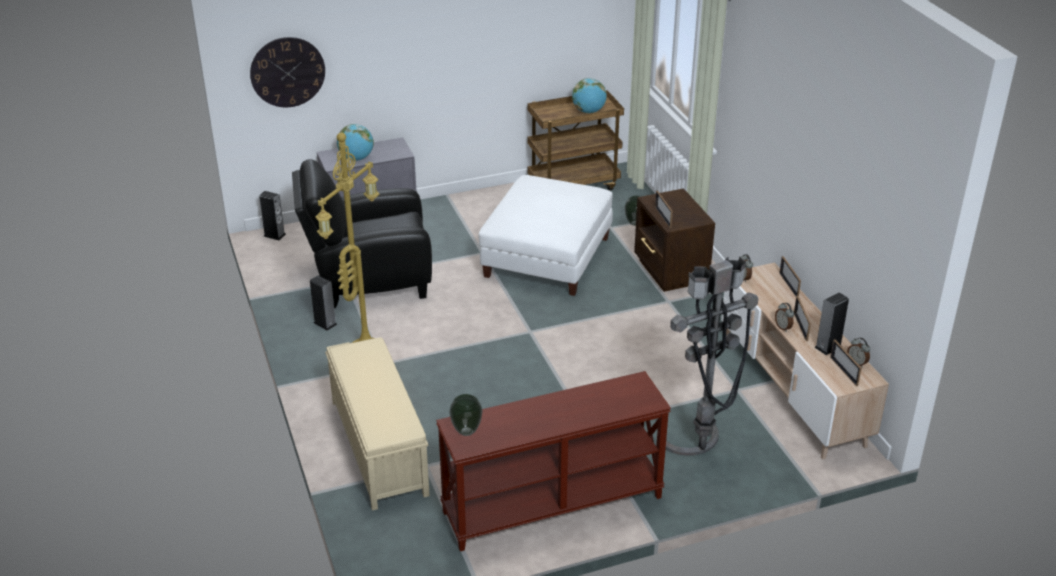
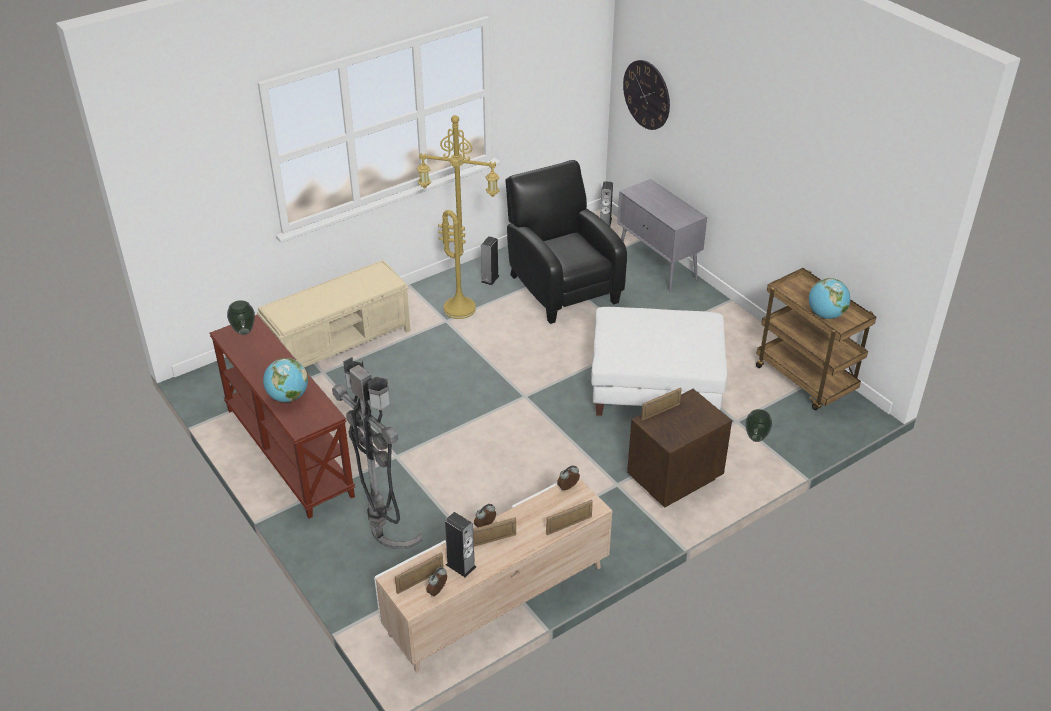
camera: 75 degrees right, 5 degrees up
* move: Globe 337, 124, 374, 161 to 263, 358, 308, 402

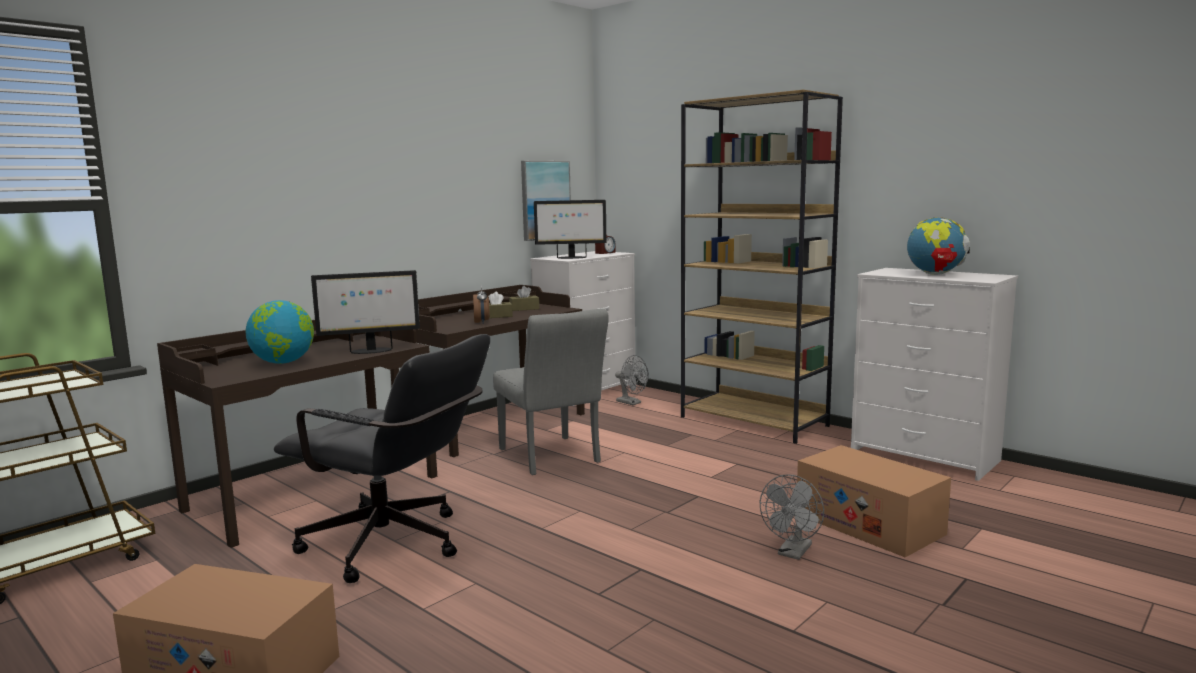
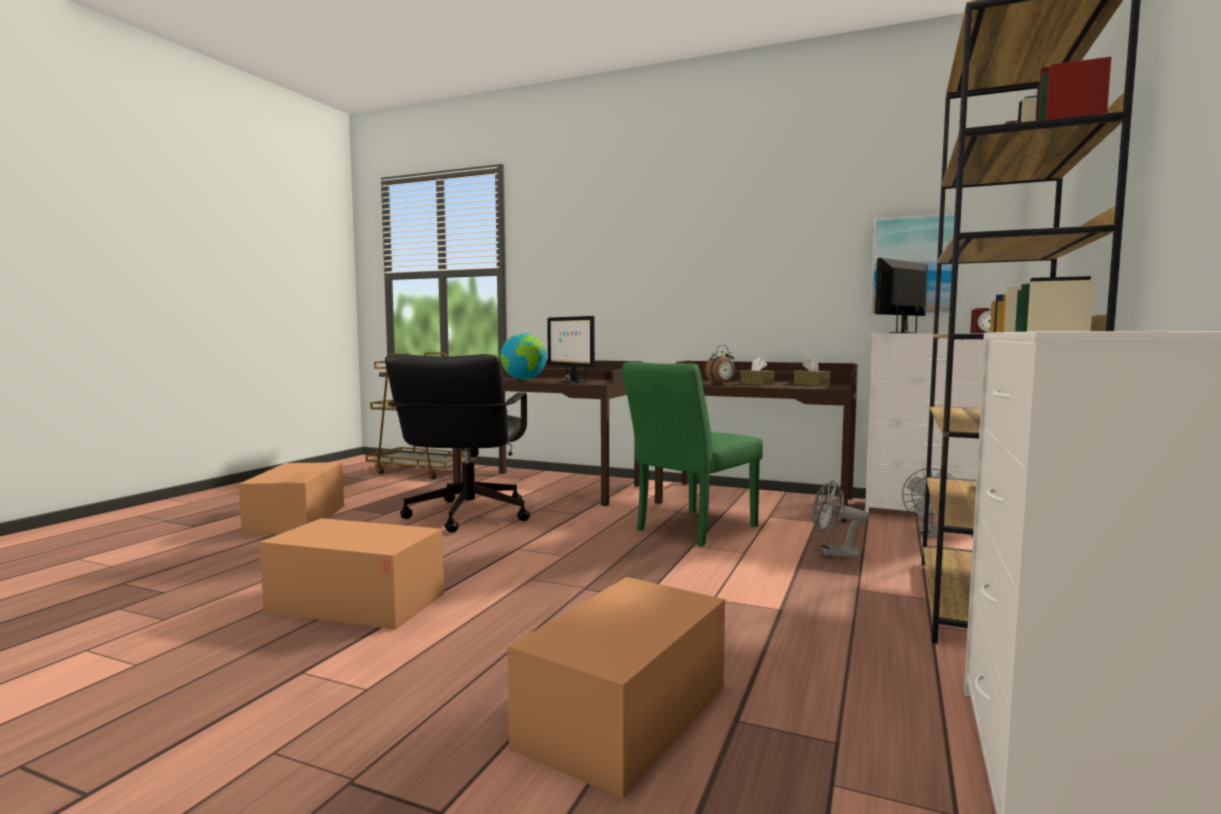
camera: 70 degrees right, 5 degrees down
* rotate: ComputerScreen 534, 200, 607, 259 = 875, 257, 928, 333 75 degrees clockwise
* delete: Globe 907, 218, 970, 275
* recolor: GreyChair 493, 309, 609, 475 to GreenChair 622, 361, 763, 547
* move: GreyFan 760, 474, 824, 560 to 812, 479, 869, 558
* insert: Carton 259, 518, 444, 630

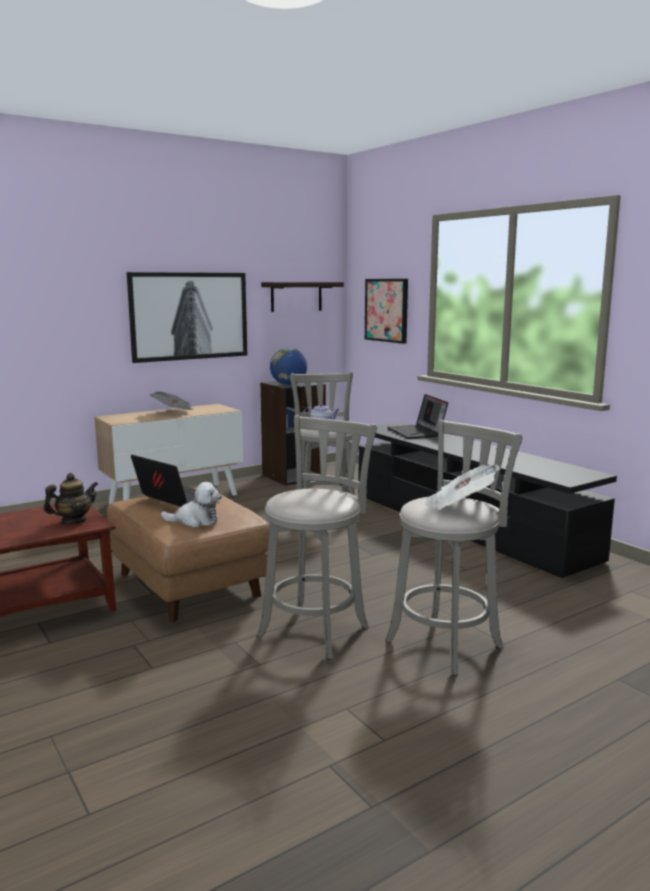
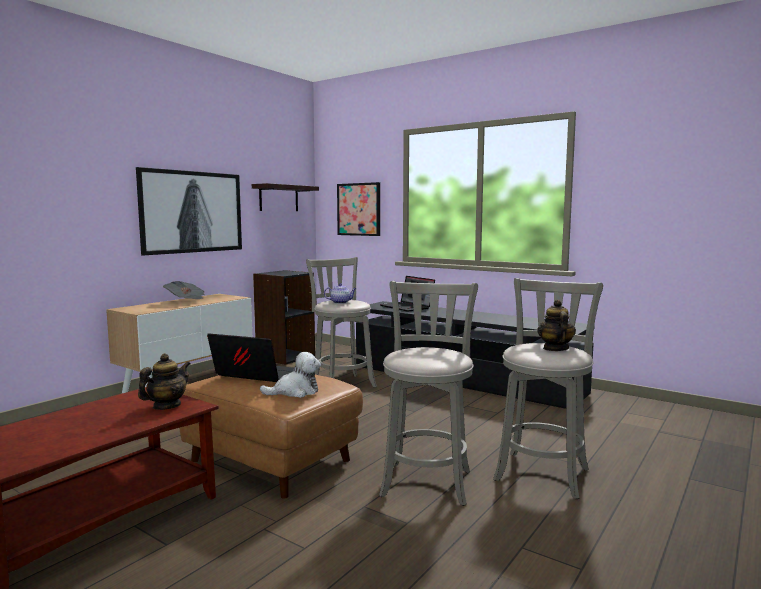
camera: 20 degrees left, 5 degrees down
* delete: Globe 270, 348, 307, 385
* replace: PrintedPaper 421, 464, 500, 510 to PotForTea 537, 299, 576, 351

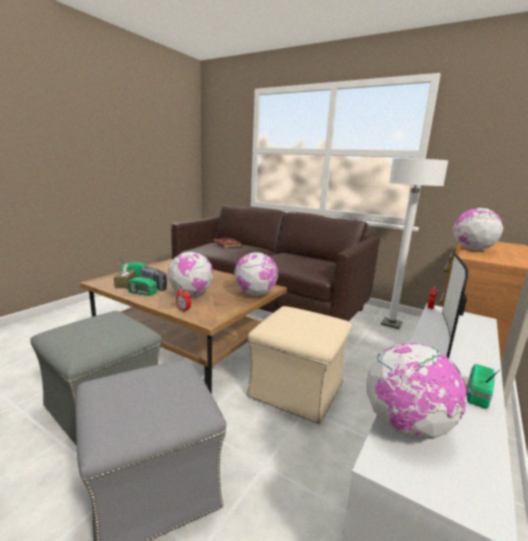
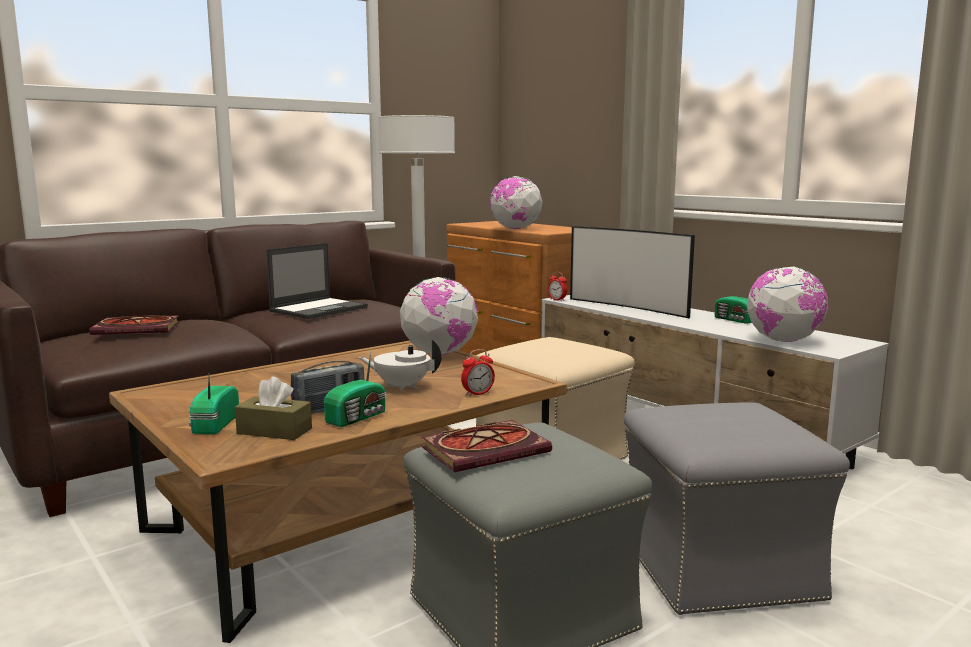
camera: 70 degrees left, 5 degrees down
* replace: Globe 168, 251, 213, 296 to WhitePotForTea 359, 339, 442, 391
* insert: Laptop 266, 243, 368, 319
* insert: Volume 422, 420, 552, 472

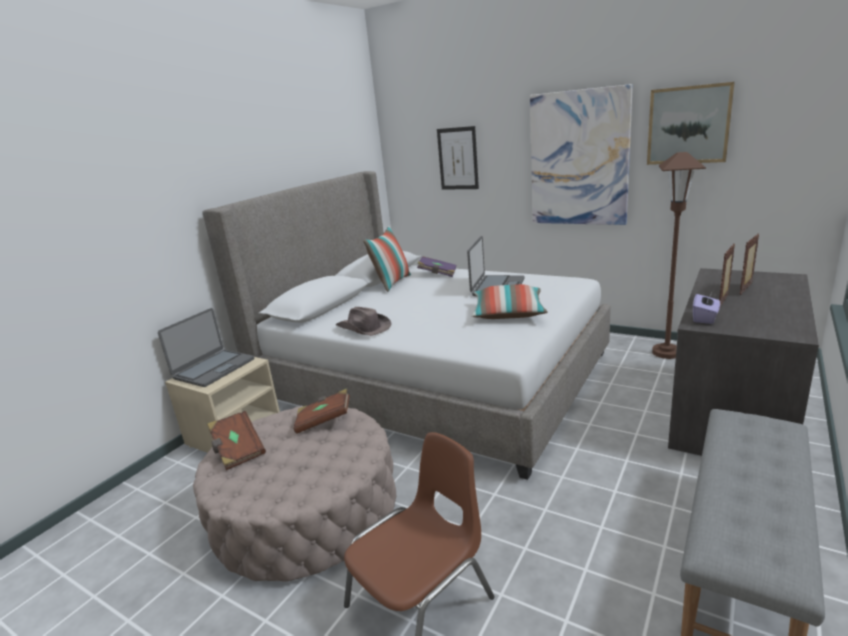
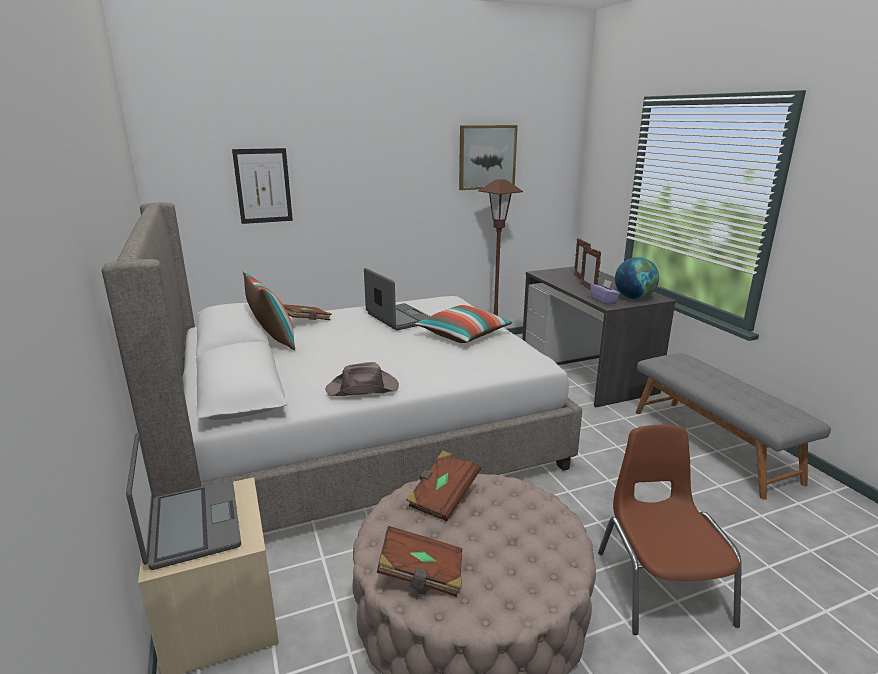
camera: 55 degrees left, 0 degrees up
* delete: Picture 530, 84, 633, 225
* recolor: PurpleVolume 417, 256, 457, 277 to BrownVolume 283, 304, 332, 320
* insert: Globe 615, 257, 659, 299

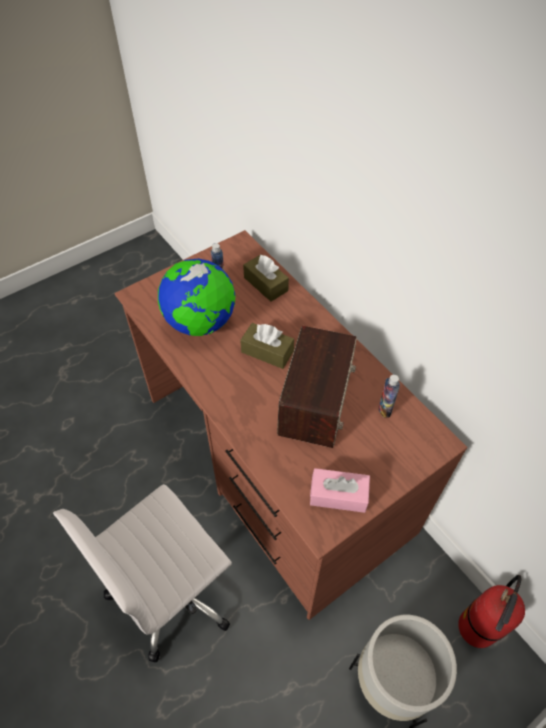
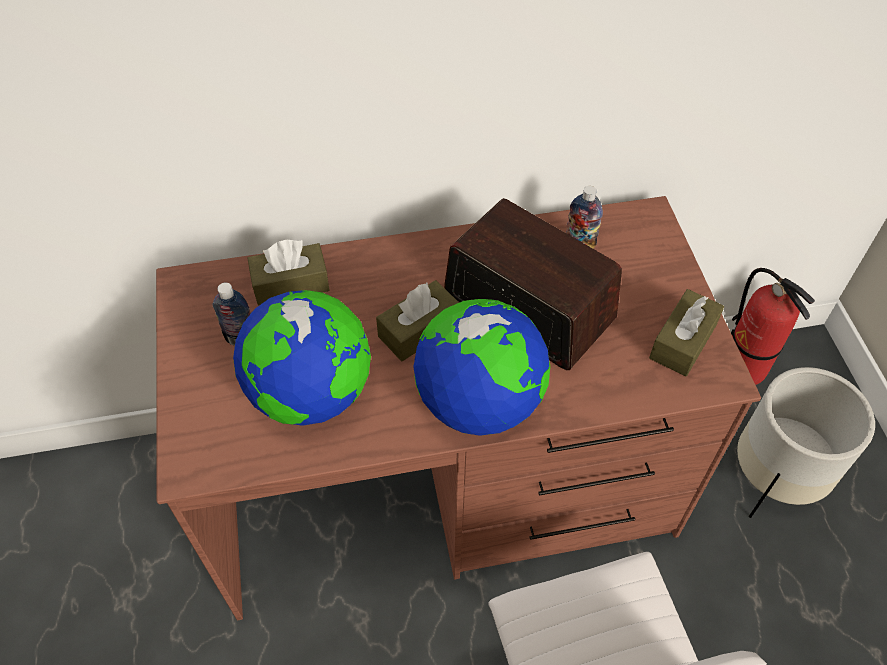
camera: 65 degrees left, 0 degrees up
* recolor: PinkishTissueHolder 310, 468, 370, 513 to BrownTissueHolder 649, 289, 724, 377
* insert: Globe 413, 299, 550, 436

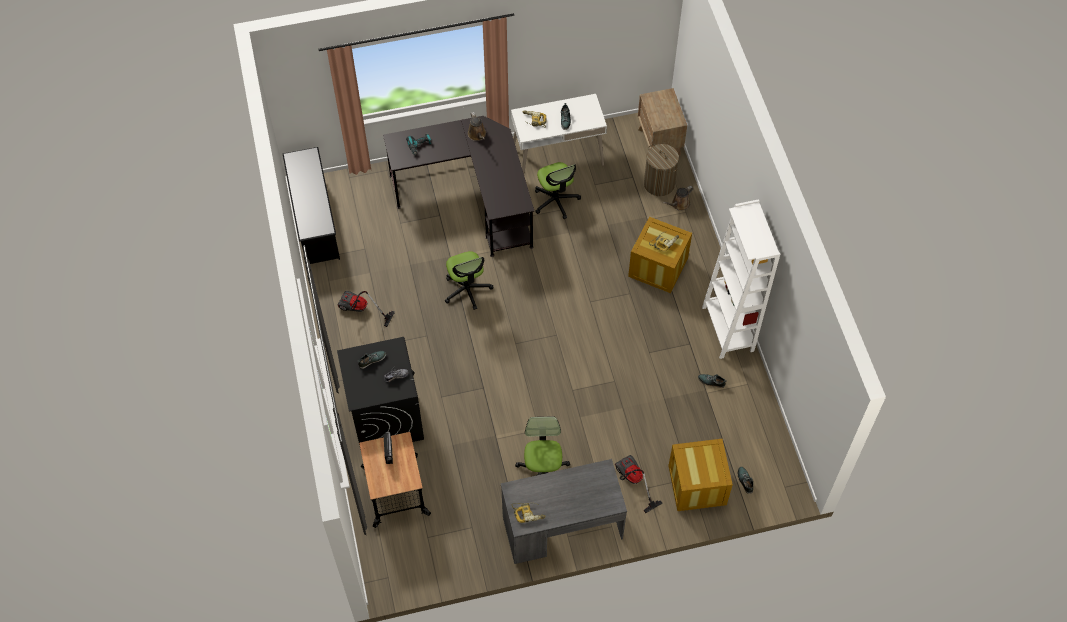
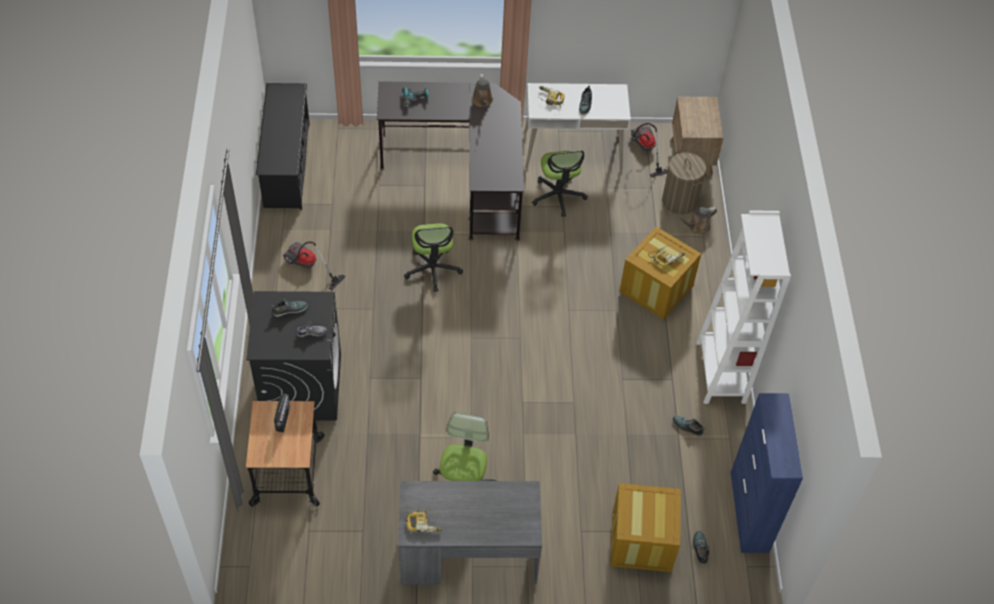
camera: 10 degrees right, 5 degrees down
* move: VacuumCleaner 615, 455, 663, 513 to 631, 123, 668, 177
* insert: BluishStorageCabinet 731, 393, 803, 553

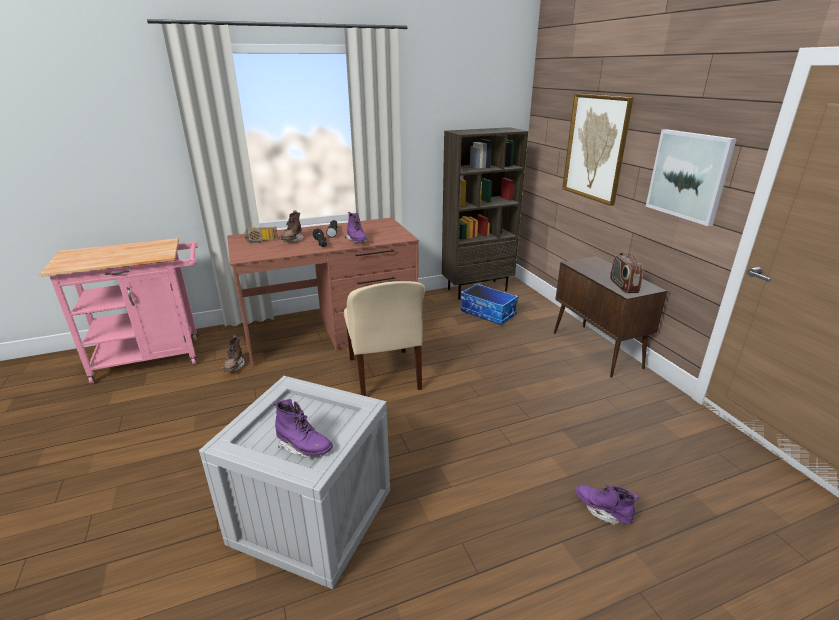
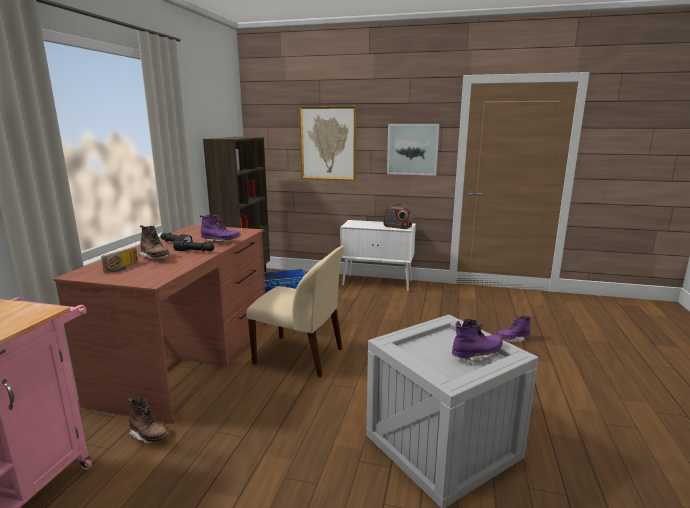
camera: 55 degrees left, 10 degrees down
* recolor: BrownStorageCabinet 554, 256, 667, 378 to WhiteStorageCabinet 340, 220, 416, 291

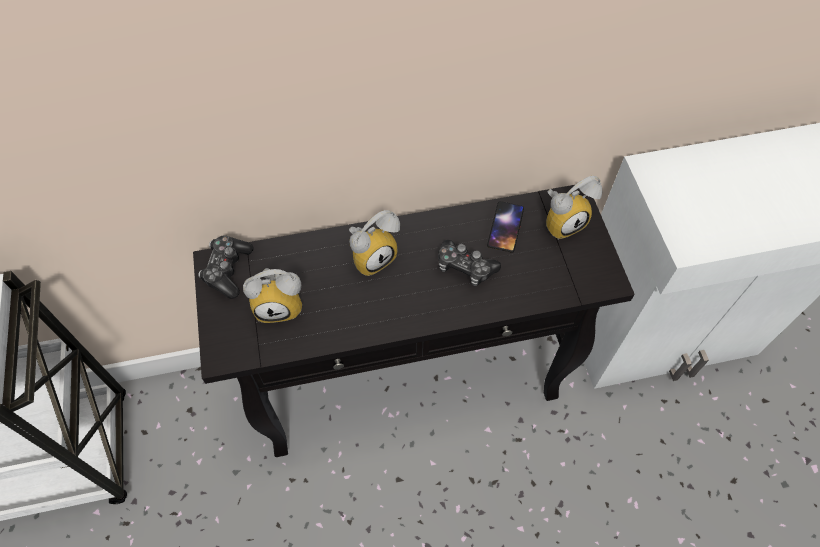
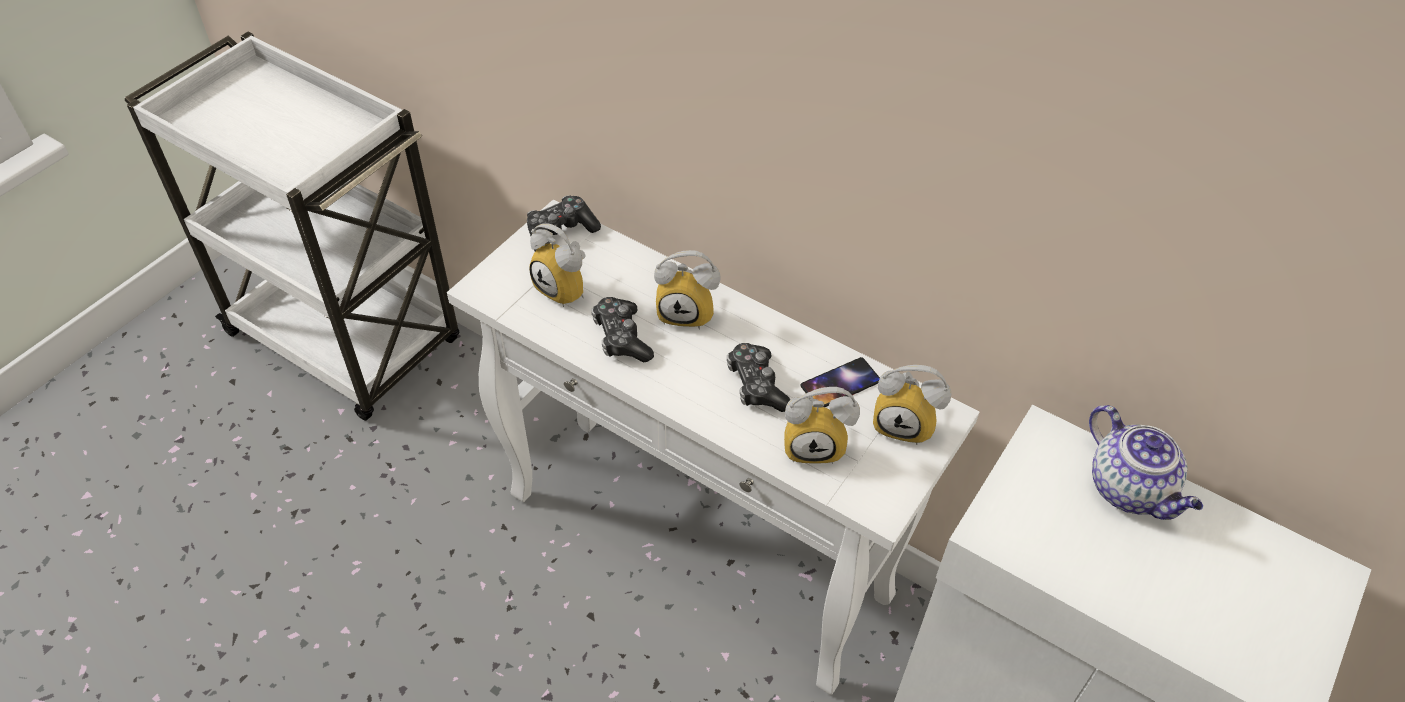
camera: 45 degrees right, 10 degrees down
* recolor: BlackHallTable 193, 185, 635, 457 to WhiteHallTable 447, 200, 979, 695
* insert: Joypad 591, 297, 654, 362
* insert: TableClock 784, 387, 860, 464
* insert: PotForTea 1089, 405, 1203, 520

